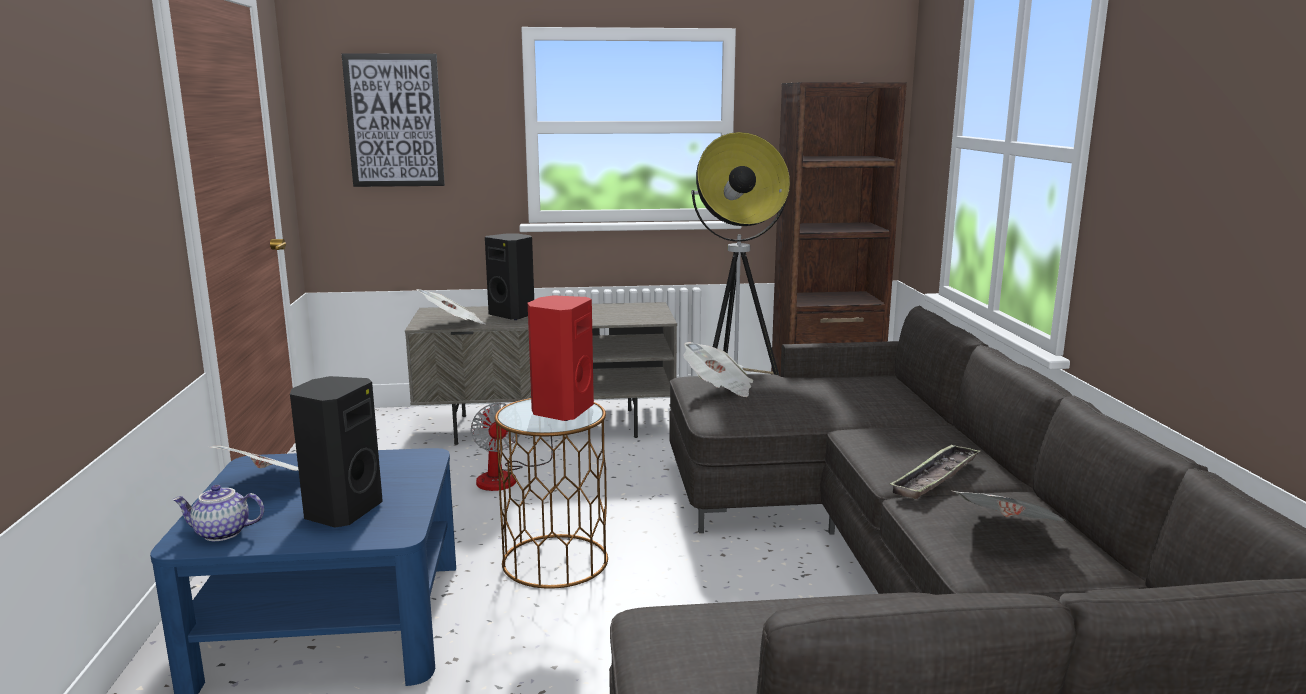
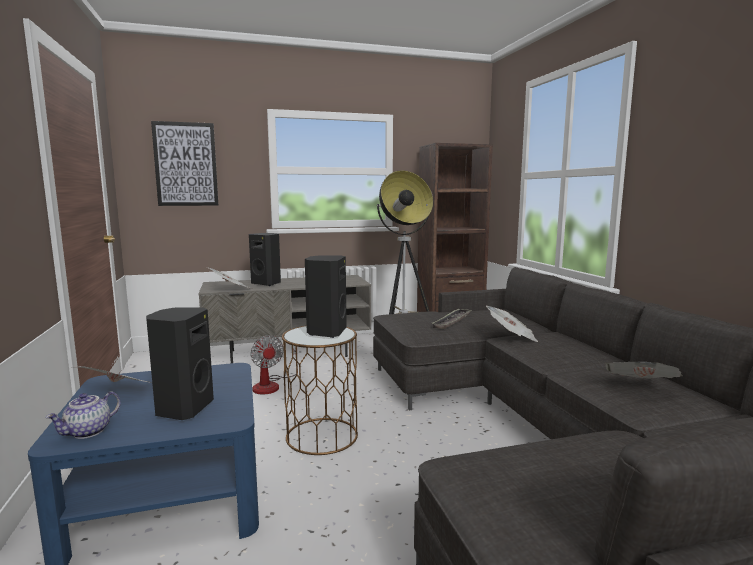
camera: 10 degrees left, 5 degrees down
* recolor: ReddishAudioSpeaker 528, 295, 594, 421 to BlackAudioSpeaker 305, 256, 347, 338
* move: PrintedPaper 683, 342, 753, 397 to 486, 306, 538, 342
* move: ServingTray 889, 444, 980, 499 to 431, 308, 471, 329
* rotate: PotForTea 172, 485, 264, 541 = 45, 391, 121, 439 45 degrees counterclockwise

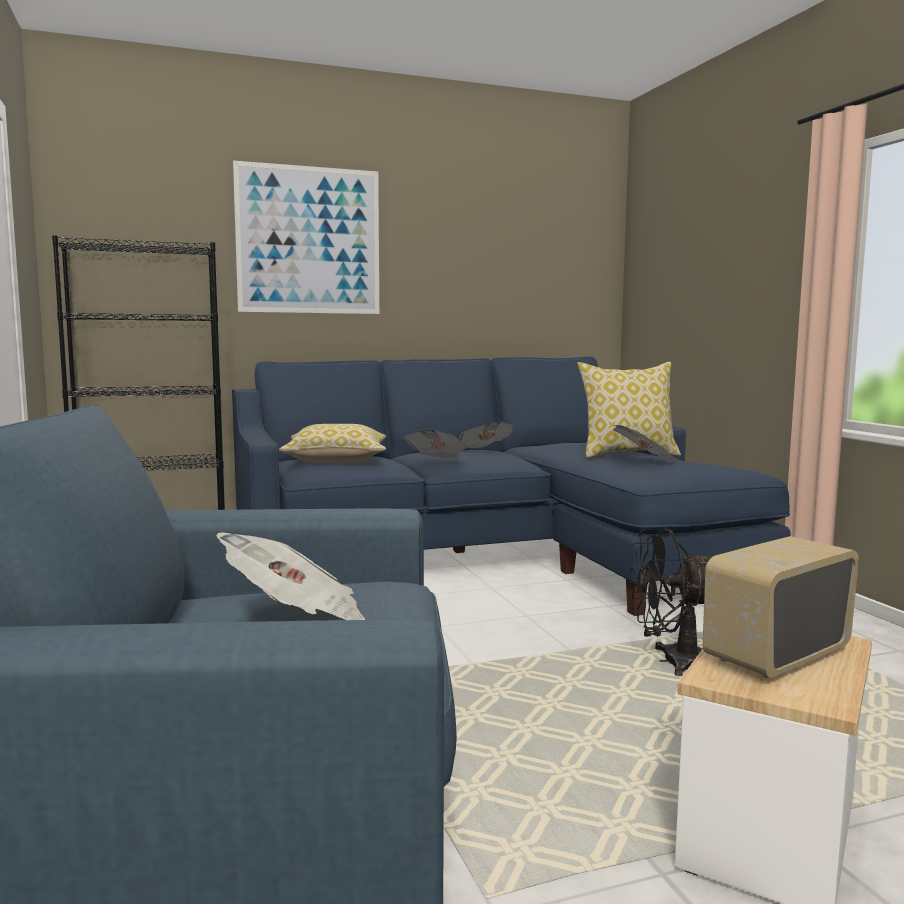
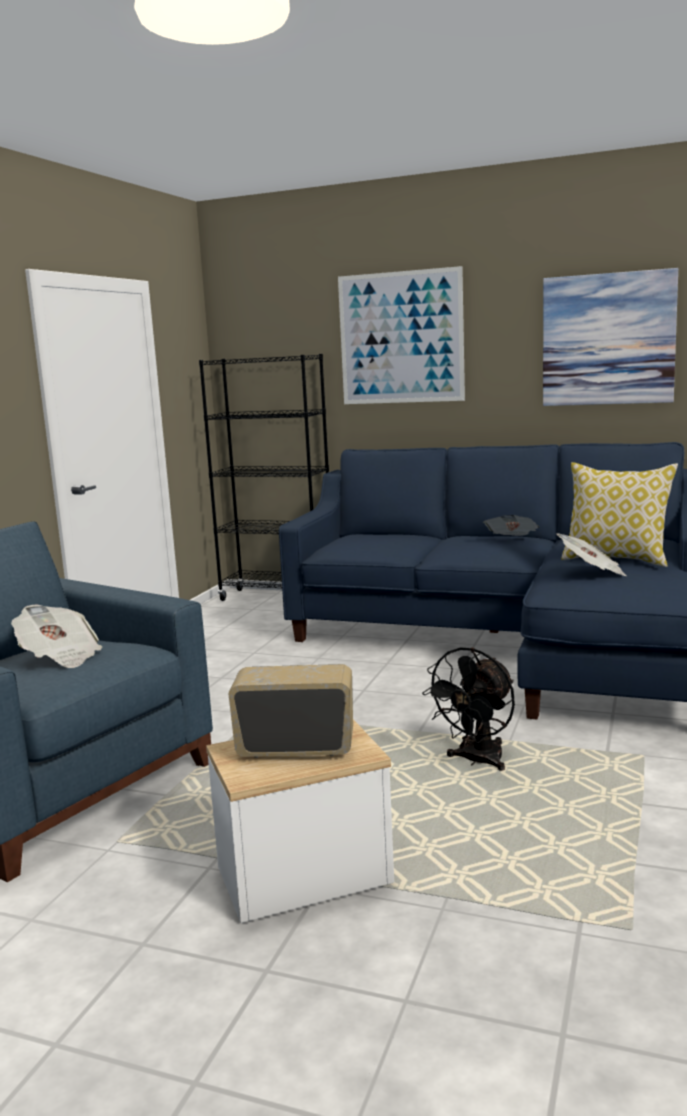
camera: 40 degrees right, 5 degrees up
* delete: ThrowPillow 279, 424, 386, 463
* delete: PrintedPaper 404, 430, 467, 458
* rotate: BlackFan 630, 529, 713, 676 = 422, 647, 515, 771 90 degrees counterclockwise
* insert: Picture 543, 268, 678, 406

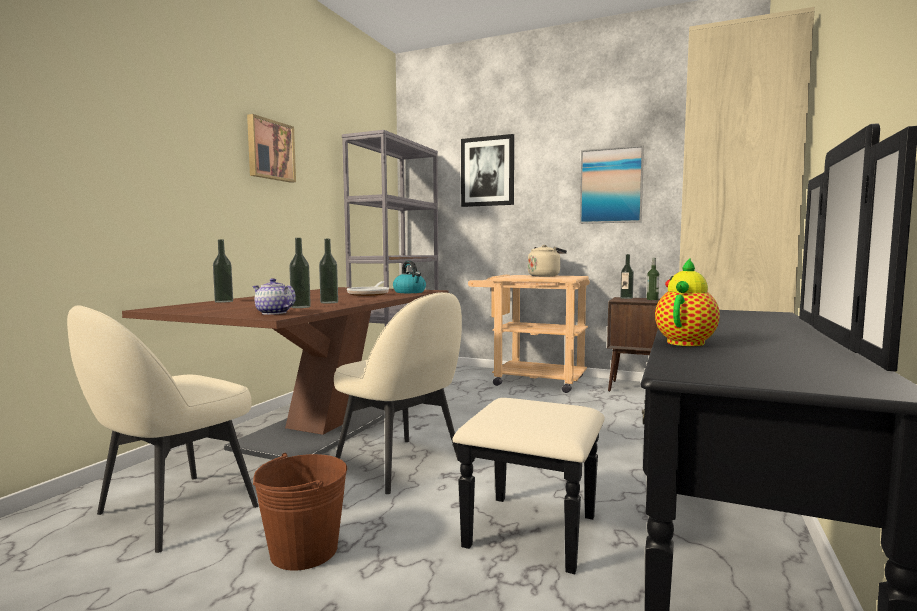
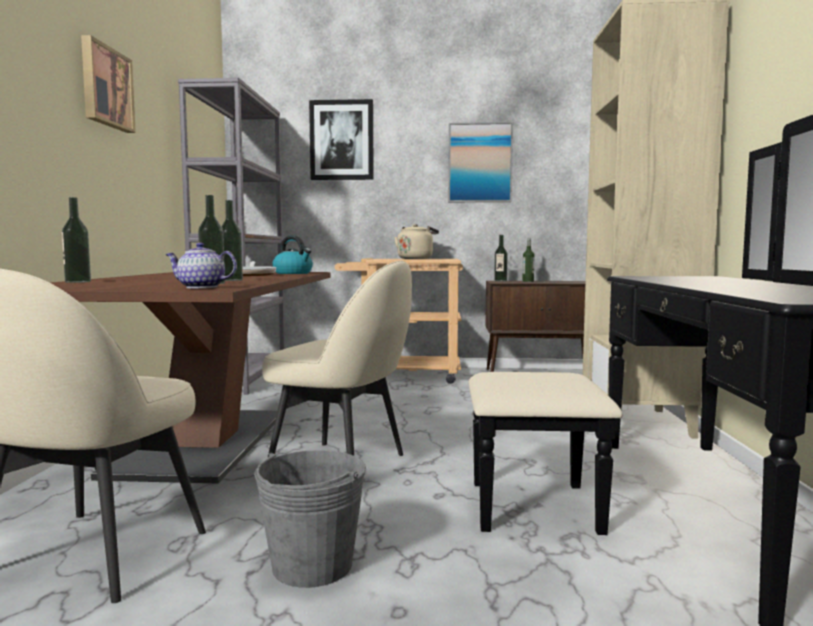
camera: 20 degrees left, 0 degrees up
* delete: PotForTea 655, 258, 720, 346
* recolor: BrownBucket 253, 453, 347, 571 to GreyBucket 254, 450, 366, 588

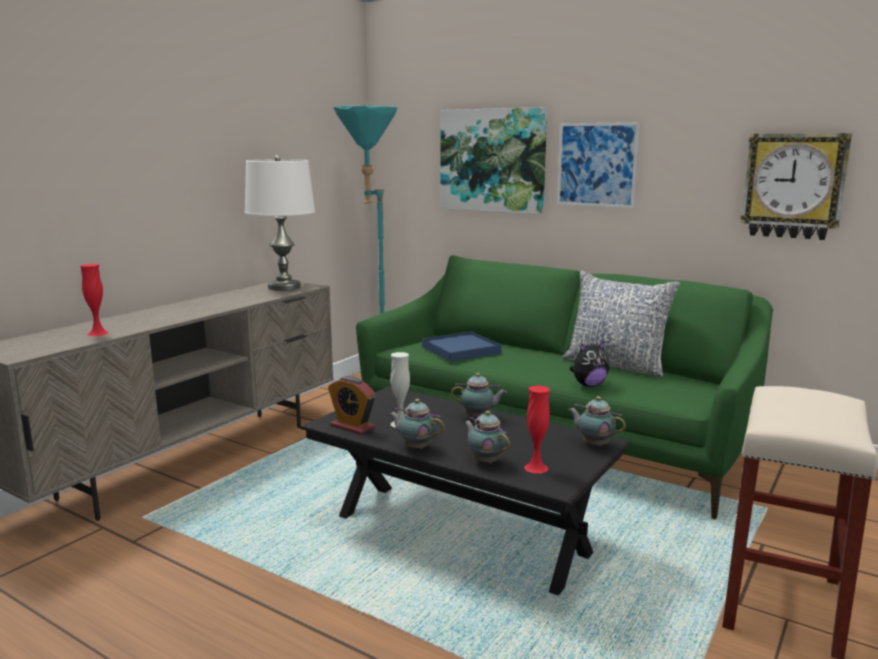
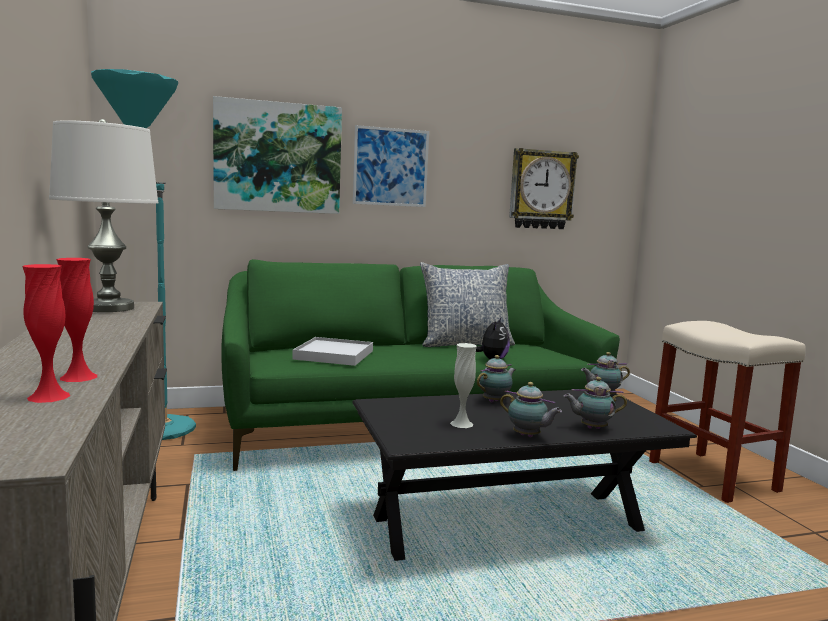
camera: 50 degrees left, 5 degrees down
* recolor: BluishServingTray 422, 332, 502, 362 to WhiteServingTray 292, 337, 373, 366
* delete: TableClock 328, 376, 376, 435
* move: ReddishVase 524, 386, 550, 473 to 56, 258, 97, 382
* rotate: PotForTea 389, 399, 445, 449 = 500, 382, 562, 437 120 degrees counterclockwise

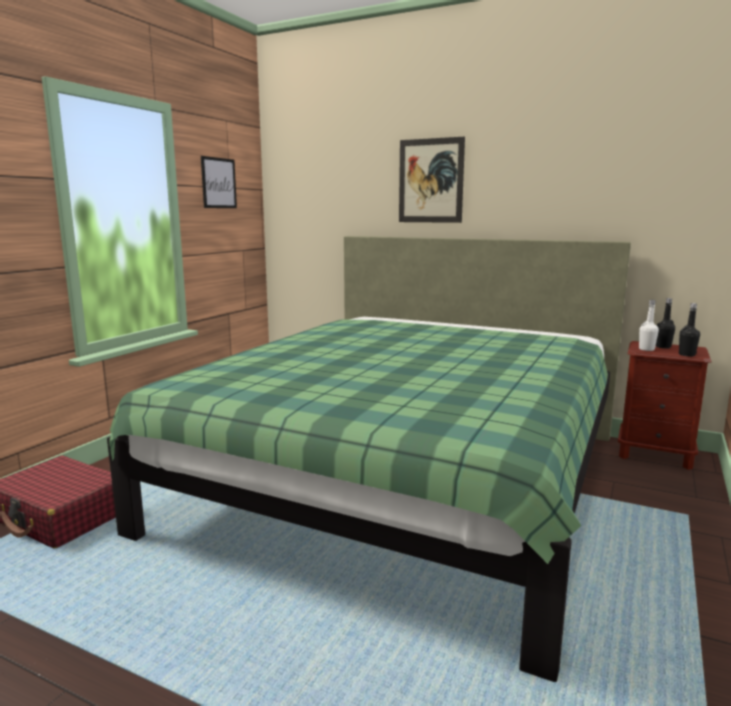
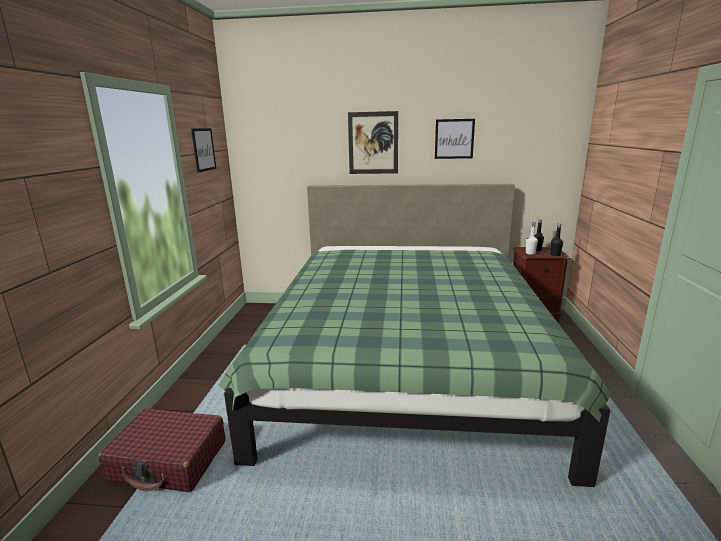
camera: 20 degrees left, 5 degrees up
* insert: Picture 435, 119, 475, 159

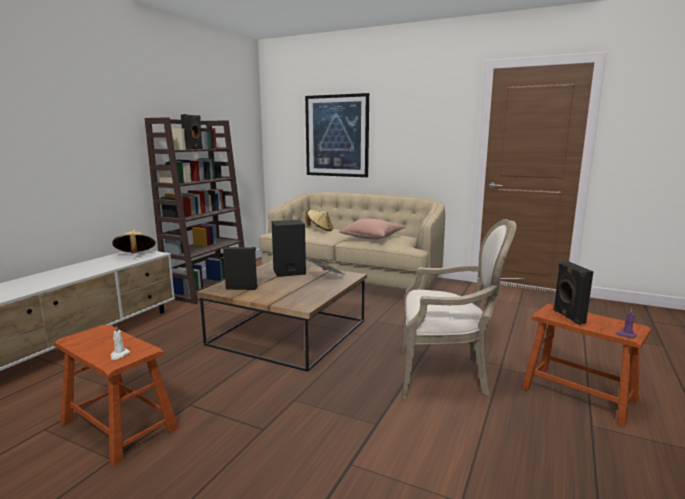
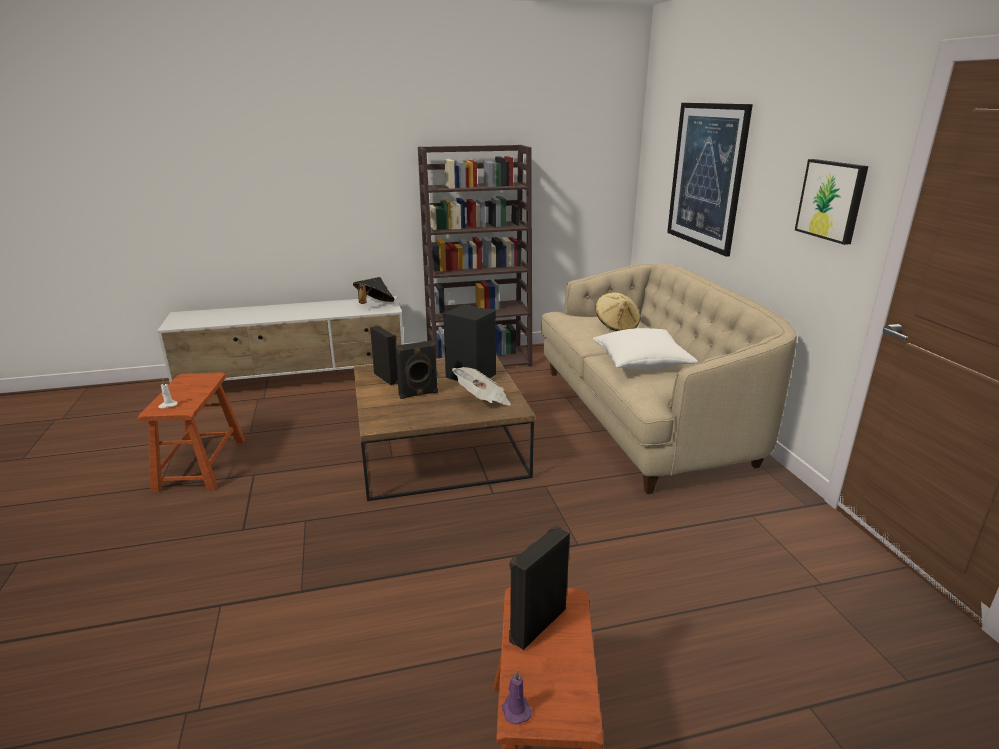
camera: 50 degrees right, 10 degrees up
* move: BlackAudioSpeaker 181, 114, 203, 149 to 395, 340, 438, 399
* recolor: PinkishThrowPillow 339, 219, 405, 240 to WhiteThrowPillow 593, 328, 698, 369
* delete: Armchair 401, 219, 517, 399
* recolor: BeigeWearableHat 112, 230, 156, 253 to BlackWearableHat 353, 277, 394, 304
* insert: Picture 795, 159, 868, 245

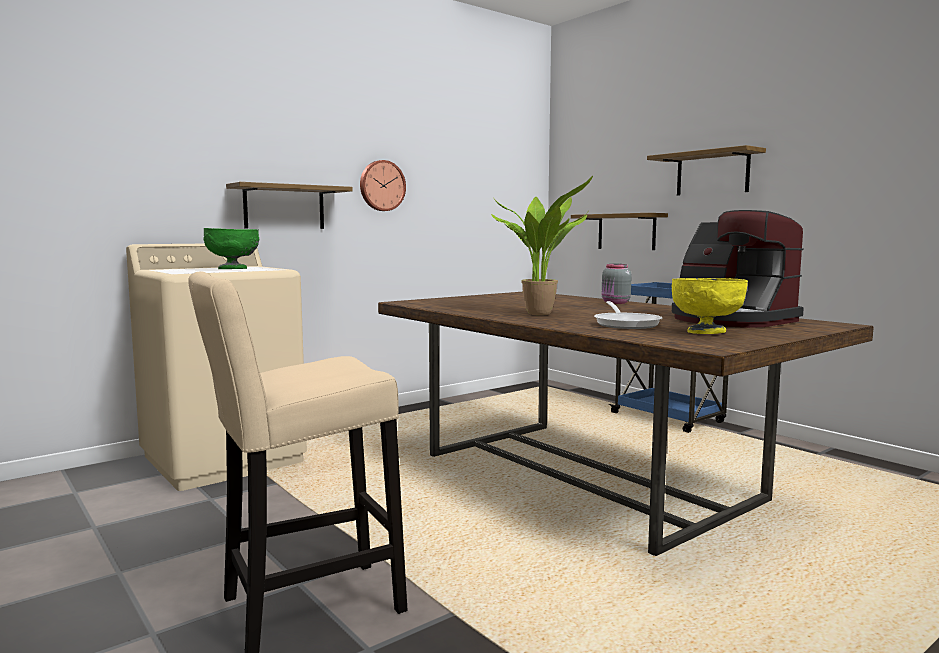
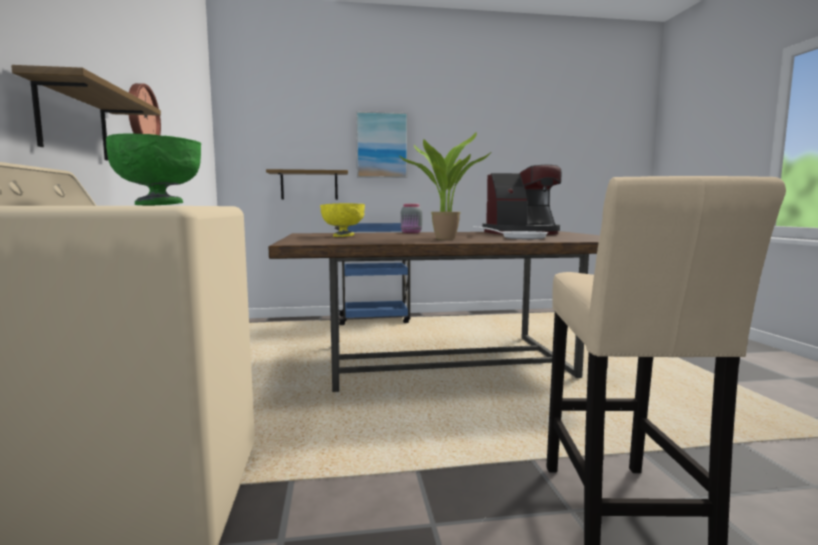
camera: 60 degrees left, 0 degrees up
* replace: Shelf 647, 145, 766, 195 to Picture 356, 111, 408, 178
* move: YellowDeepDish 671, 278, 748, 334 to 320, 203, 365, 237

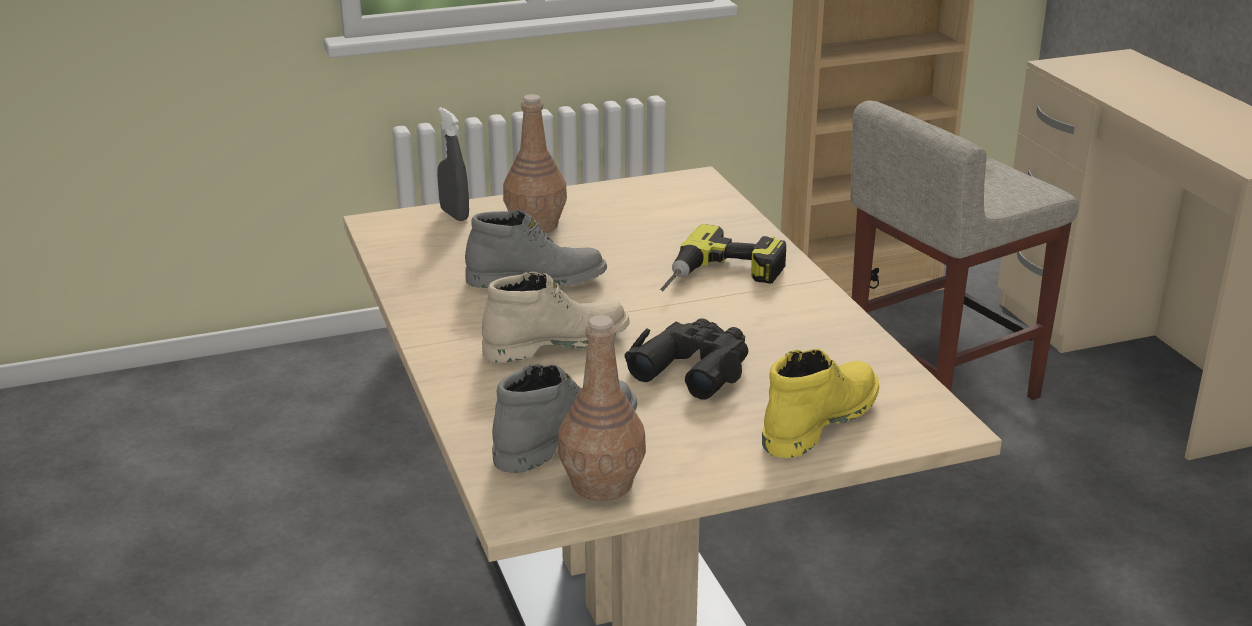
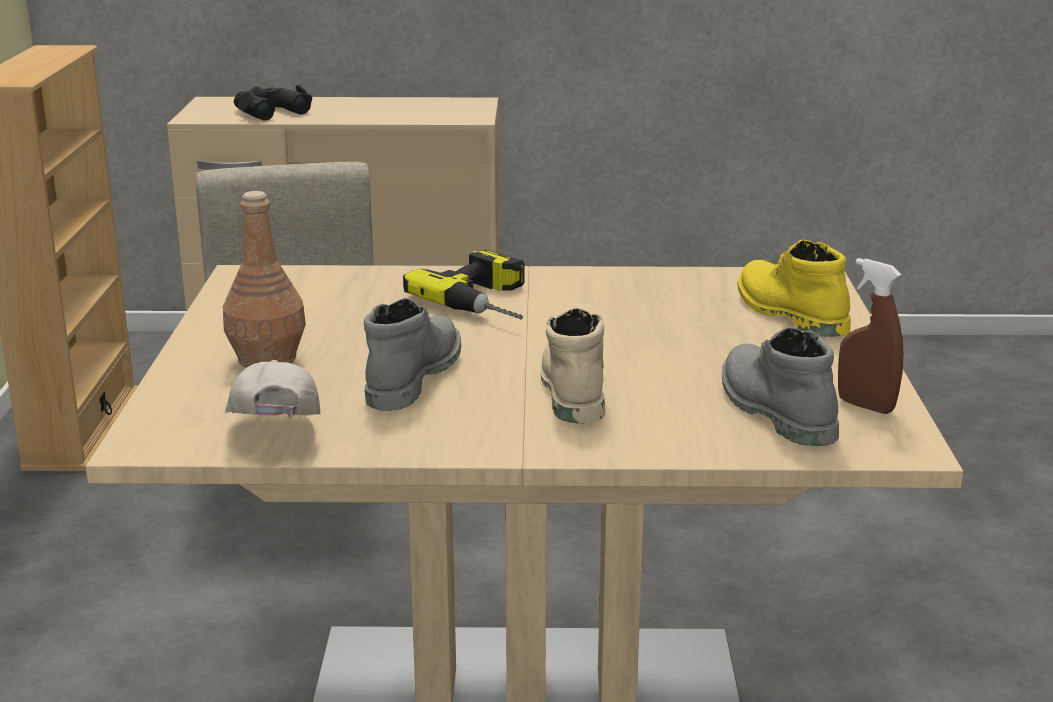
camera: 70 degrees left, 5 degrees down
* delete: GreySprayBottle 437, 107, 469, 221
* replace: BrownBeverageBottle 558, 315, 646, 501 to BrownSprayBottle 838, 258, 904, 414
* move: BlackFieldGlasses 624, 318, 748, 400 to 234, 85, 312, 121
* insert: WhiteCap 225, 360, 321, 418

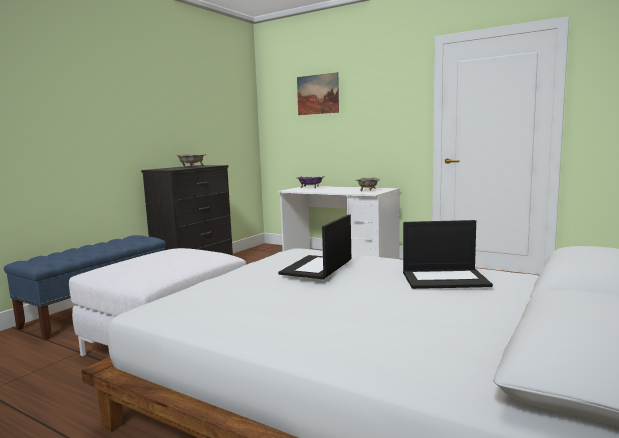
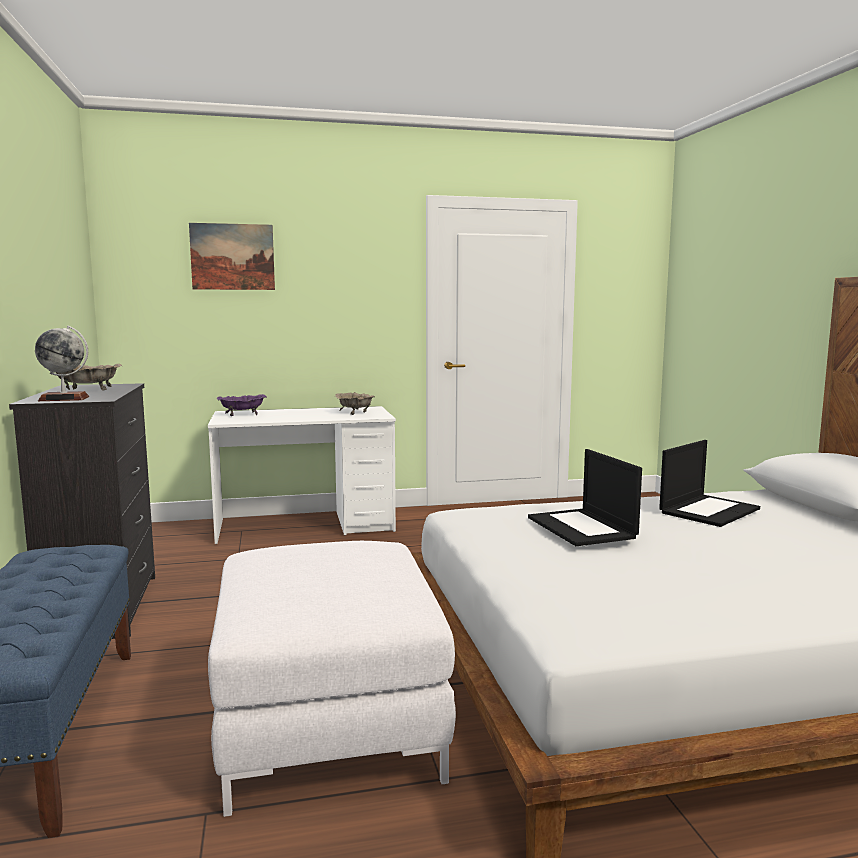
camera: 45 degrees left, 0 degrees up
* insert: Globe 35, 326, 89, 401

